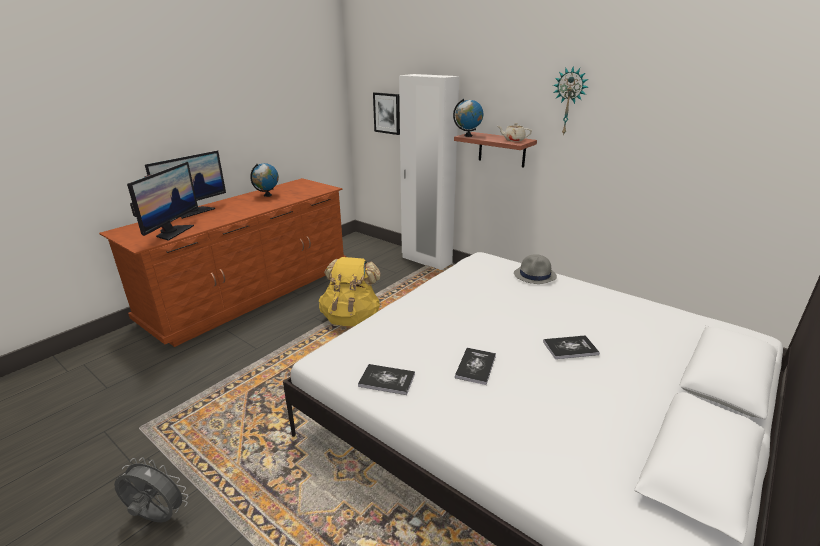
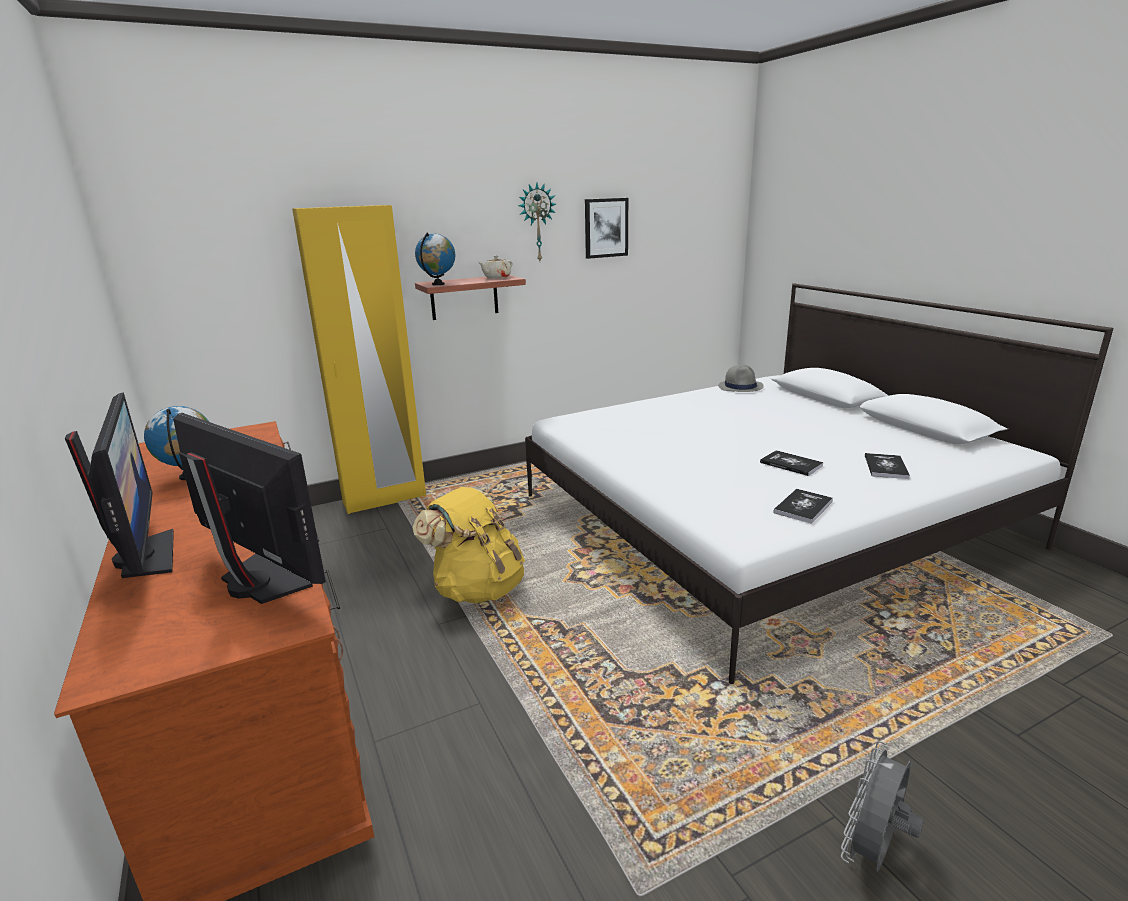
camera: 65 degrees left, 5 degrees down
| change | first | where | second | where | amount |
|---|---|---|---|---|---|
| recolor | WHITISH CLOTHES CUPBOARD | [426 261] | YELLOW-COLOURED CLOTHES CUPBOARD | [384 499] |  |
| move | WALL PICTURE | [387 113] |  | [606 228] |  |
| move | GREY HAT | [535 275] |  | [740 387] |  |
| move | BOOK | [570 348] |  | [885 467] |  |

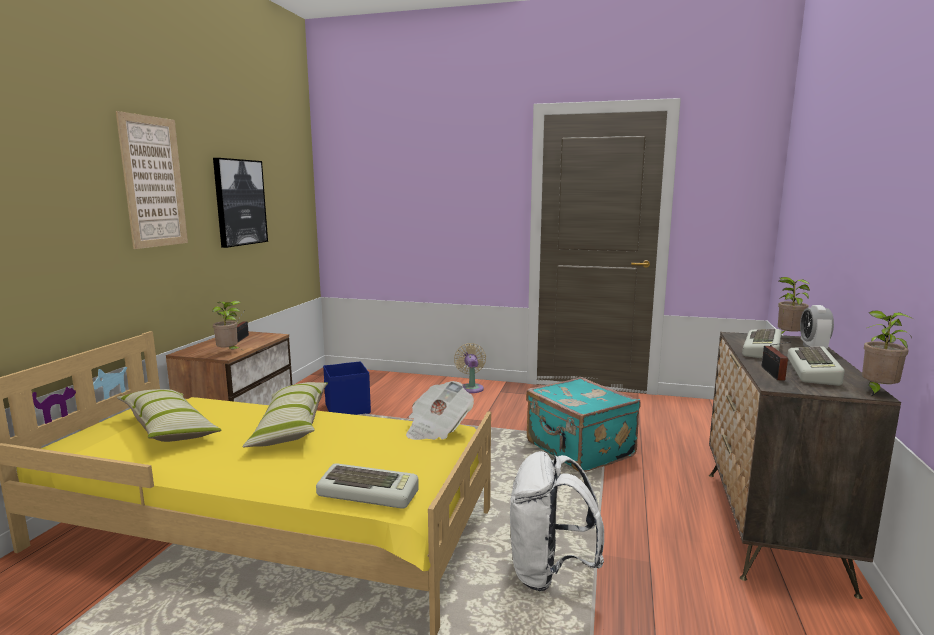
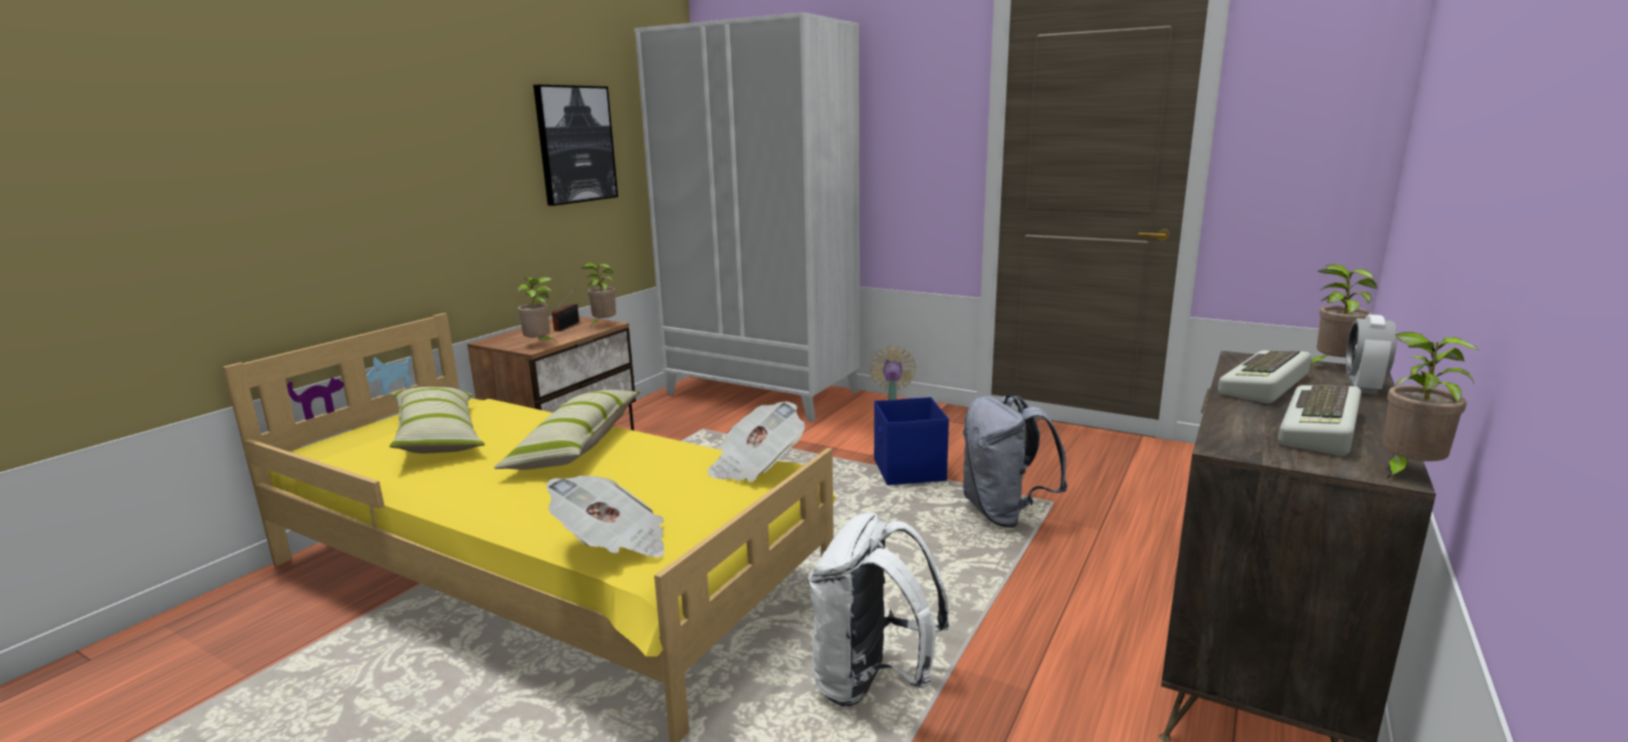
camera: 15 degrees right, 5 degrees up
| change | first | where | second | where | amount |
|---|---|---|---|---|---|
| delete | WALL PICTURE | [153 182] |  |  |  |
| delete | RADIO RECEIVER | [773 374] |  |  |  |
| move | BLUE STORAGE CONTAINER | [347 409] |  | [908 471] |  |
| replace | BLUE-GREEN PIECE OF LUGGAGE | [578 450] | GREY BACKPACK | [1004 513] |  |
| replace | COMPUTER KEYBOARD | [369 492] | NEWSPAPER | [613 544] |  |
| insert |  |  | WHITISH CLOTHES CUPBOARD | [763 392] |  |
| insert |  |  | PLANT IN A POT | [603 325] |  |

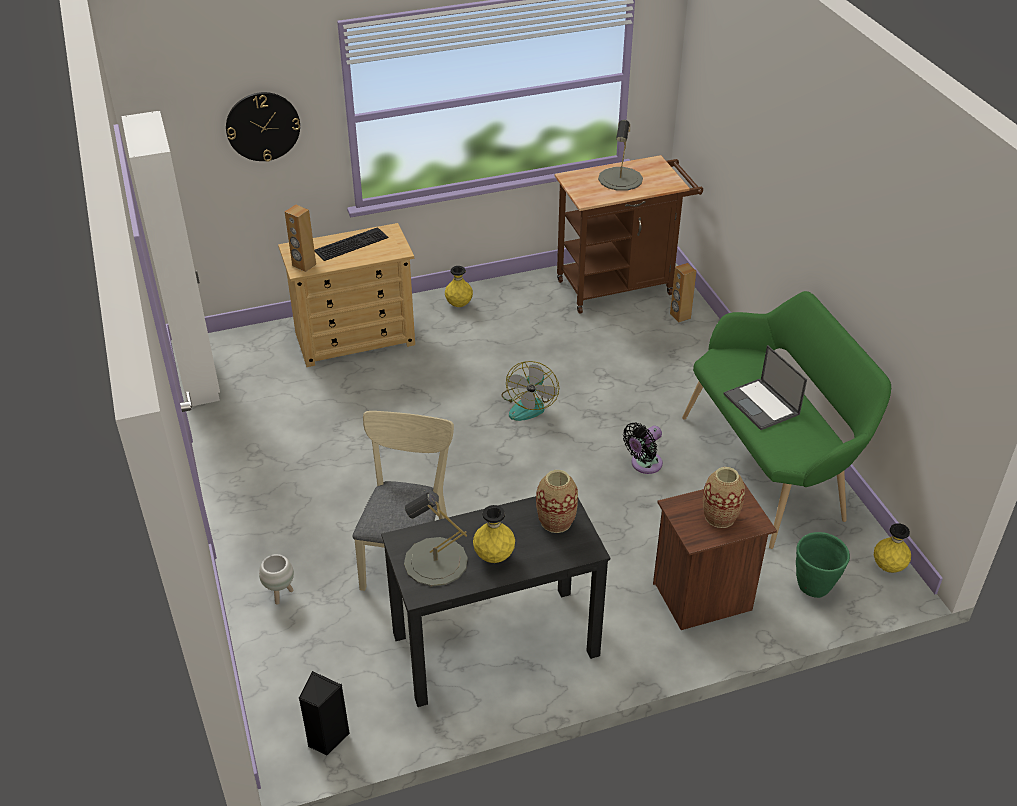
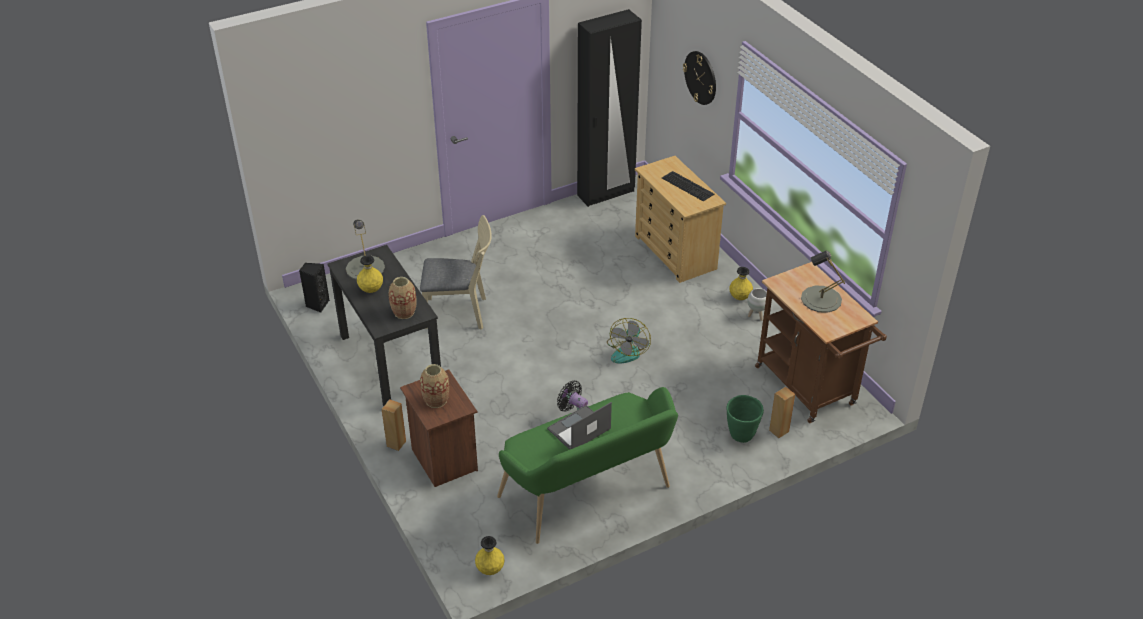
camera: 80 degrees right, 0 degrees up
| change | first | where | second | where | amount |
|---|---|---|---|---|---|
| recolor | WHITISH CLOTHES CUPBOARD | [199 379] | BLACK CLOTHES CUPBOARD | [606 193] |  |
| move | BROWN LOUDSPEAKER | [304 265] |  | [396 443] |  |
| rotate | ELECTRIC FAN | [529 404] |  | [627 351] | 75 degrees counterclockwise |
| move | GREEN PLANTER | [814 587] |  | [741 435] |  |
| move | WHITISH PLANTER | [280 594] |  | [756 316] |  |

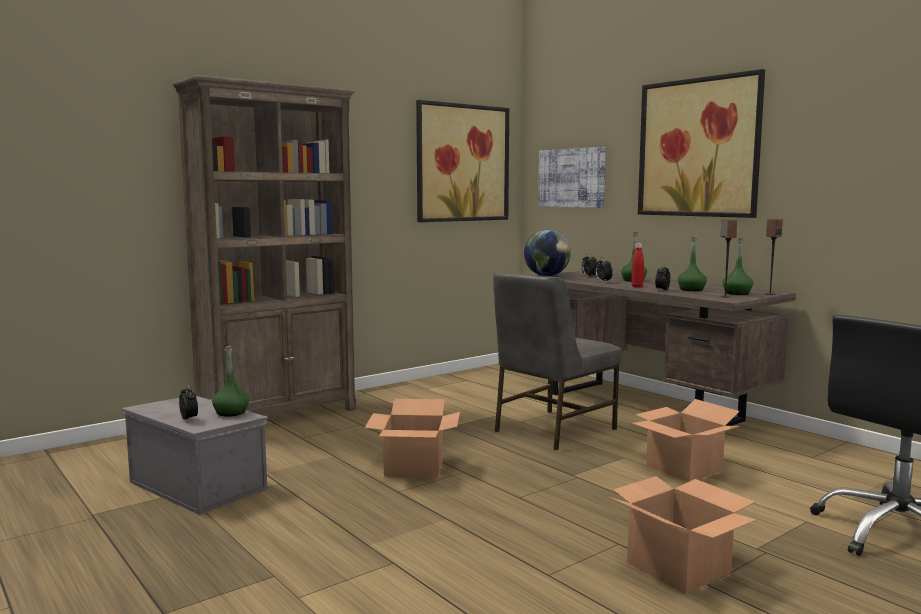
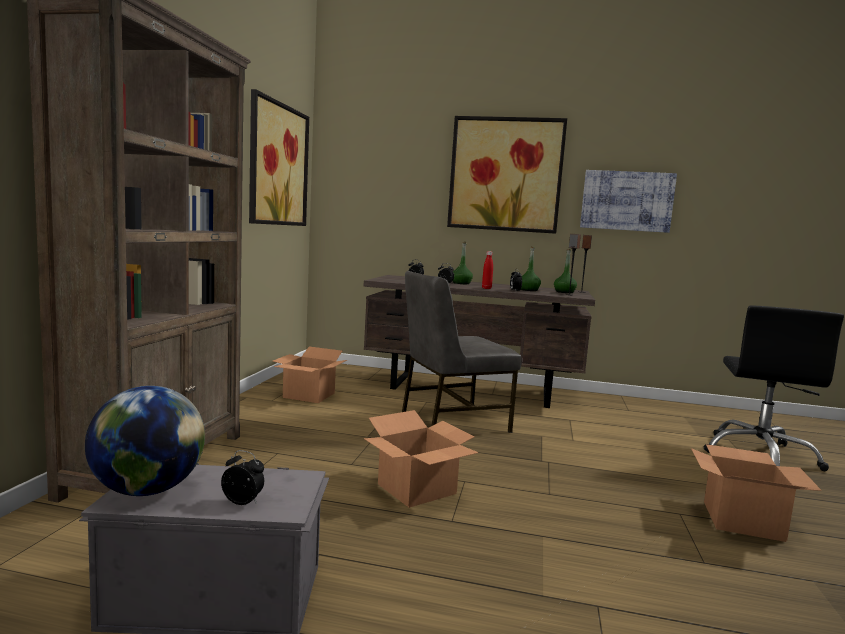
camera: 40 degrees left, 0 degrees up
| change | first | where | second | where | amount |
|---|---|---|---|---|---|
| move | WALL PICTURE | [571 178] |  | [626 201] |  |
| move | DESK GLOBE | [546 276] |  | [148 490] |  |
| rotate | GREY CHAIR | [552 430] |  | [452 422] | 60 degrees clockwise |
| delete | GREEN DRINK BOTTLE | [231 413] |  |  |  |
| move | CARTON | [685 468] |  | [310 395] |  |

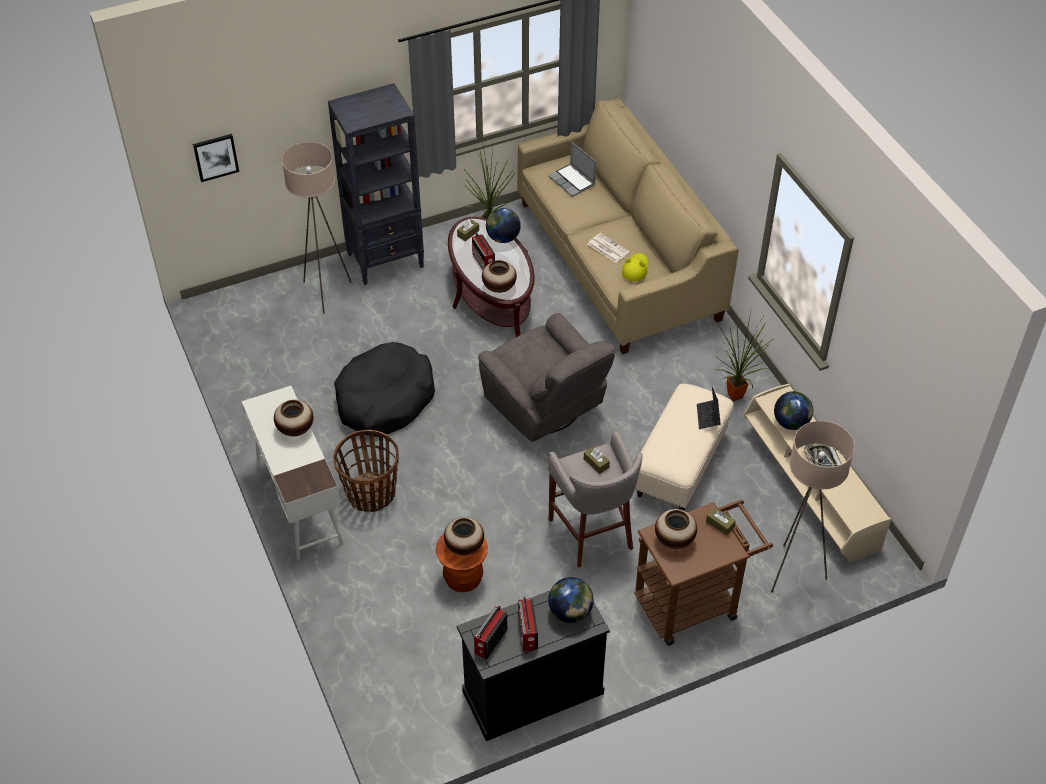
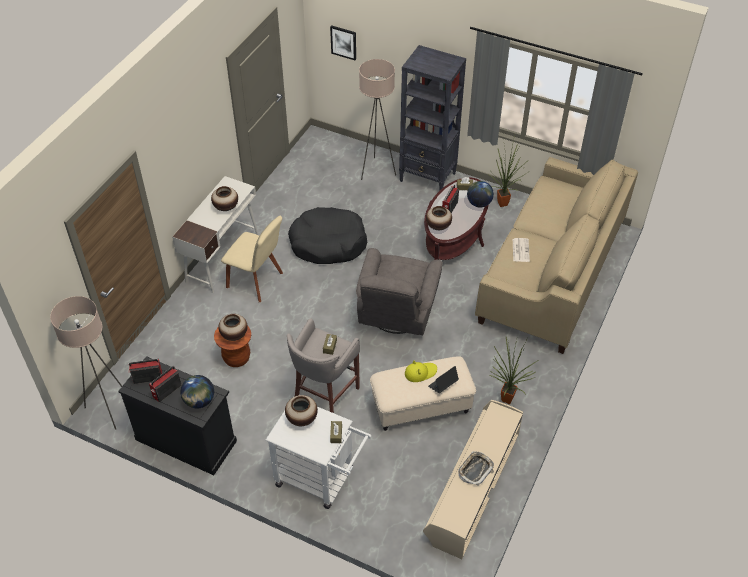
camera: 50 degrees right, 0 degrees up
| change | first | where | second | where | amount |
|---|---|---|---|---|---|
| delete | NOTEBOOK COMPUTER | [572 181] |  |  |  |
| move | YELLOW-COLOURED HAT | [635 269] |  | [420 372] |  |
| delete | DESK GLOBE | [791 423] |  |  |  |
| move | BEIGE STANDING LAMP | [793 572] |  | [109 410] |  |
| replace | BASKET | [371 494] | BEIGE CHAIR | [257 281] |  |
| recolor | BROWN WHEELED CART | [694 602] | WHITISH WHEELED CART | [320 479] |  |

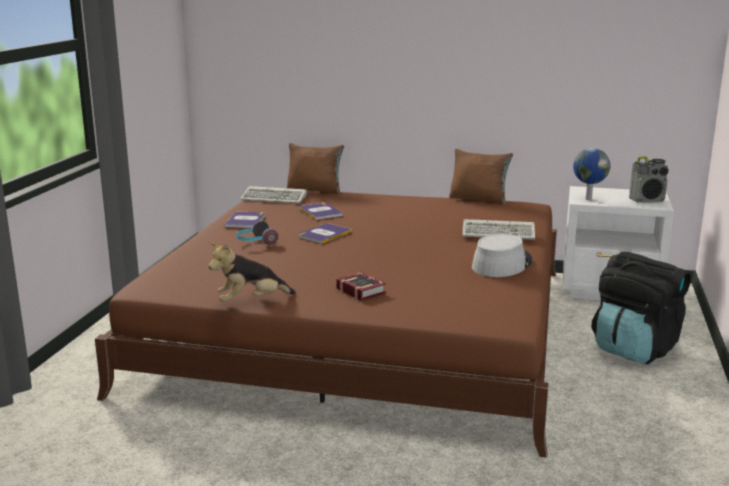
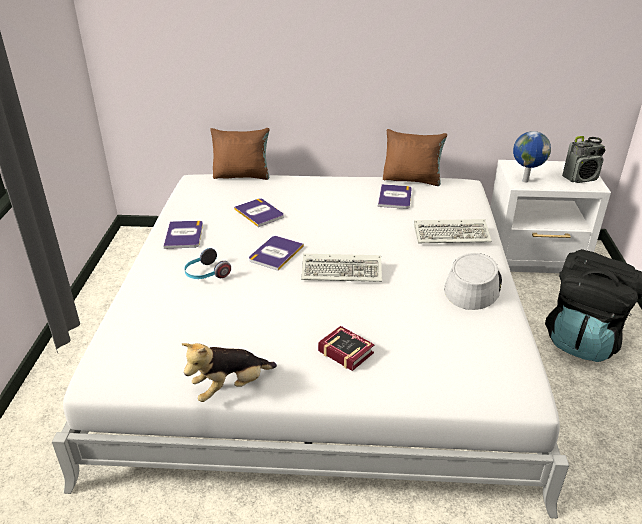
camera: 10 degrees left, 15 degrees up
| change | first | where | second | where | amount |
|---|---|---|---|---|---|
| move | COMPUTER KEYBOARD | [275 198] |  | [343 271] |  |
| recolor | BROWN BEDROOM BED | [363 327] | WHITISH BEDROOM BED | [320 336] |  |
| insert |  |  | BOOK | [395 197] |  |

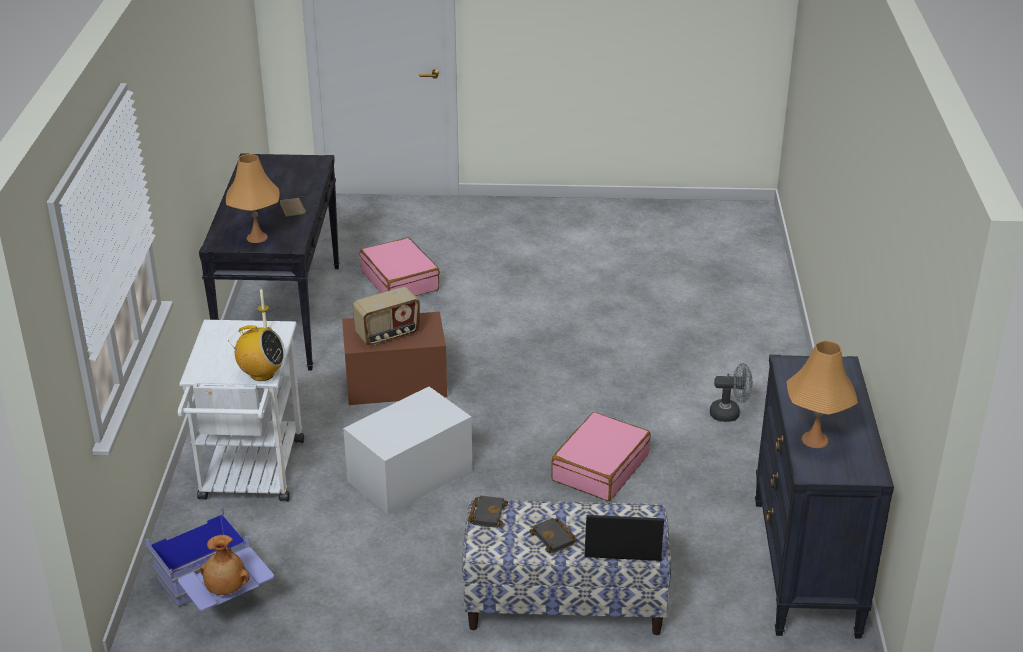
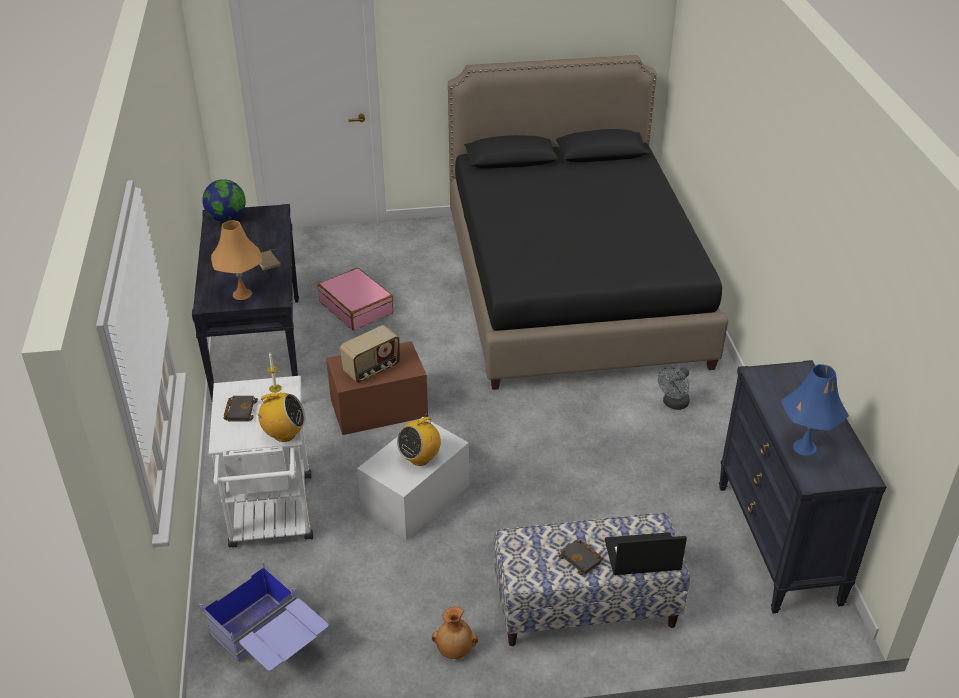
camera: 10 degrees left, 5 degrees up
| change | first | where | second | where | amount |
|---|---|---|---|---|---|
| recolor | ORANGE-COLOURED TABLETOP LAMP | [814 439] | BLUE TABLETOP LAMP | [804 447] |  |
| rotate | GREY ELECTRIC FAN | [730 413] |  | [673 404] | 135 degrees clockwise |
| delete | PINK PIECE OF LUGGAGE | [600 467] |  |  |  |
| move | BLACK BOOK | [486 513] |  | [239 410] |  |
| move | BROWN FLOWER VASE | [226 588] |  | [454 650] |  |
| insert |  |  | BLACK BEDROOM BED | [572 288] |  |
| insert |  |  | DESK GLOBE | [227 218] |  |
| insert |  |  | RADIO RECEIVER | [420 458] |  |

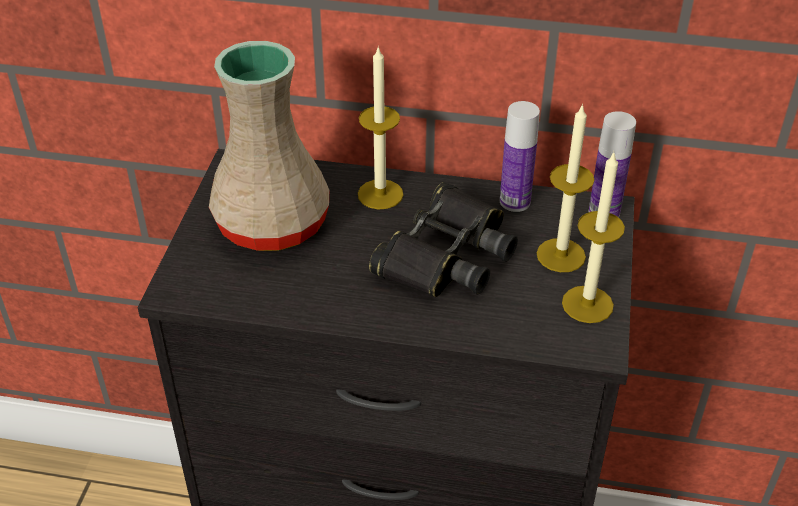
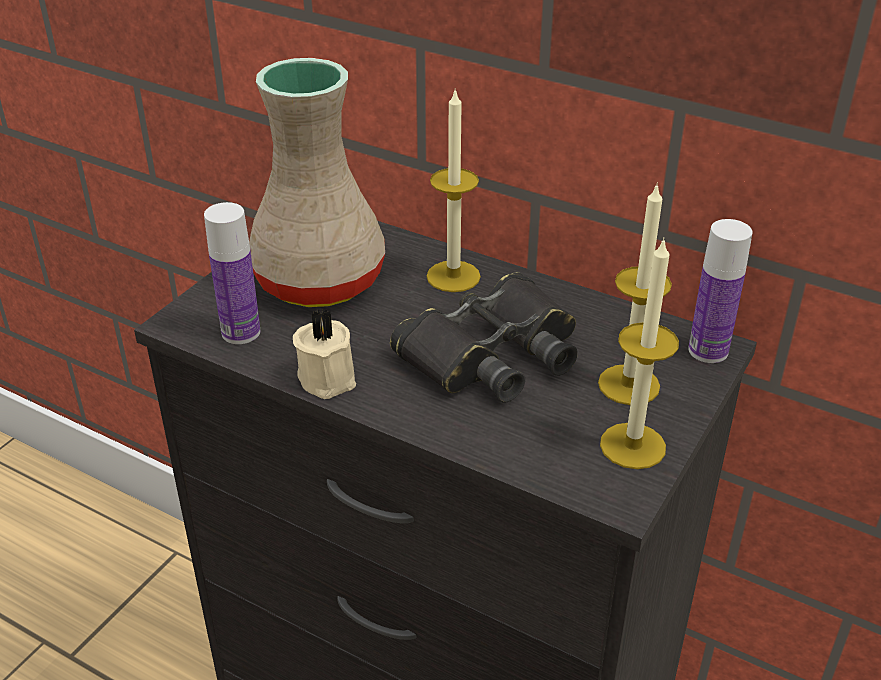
camera: 20 degrees right, 5 degrees down
| change | first | where | second | where | amount |
|---|---|---|---|---|---|
| move | DRINK BOTTLE | [515 201] |  | [241 332] |  |
| insert |  |  | BEIGE CANDLE | [328 377] |  |

